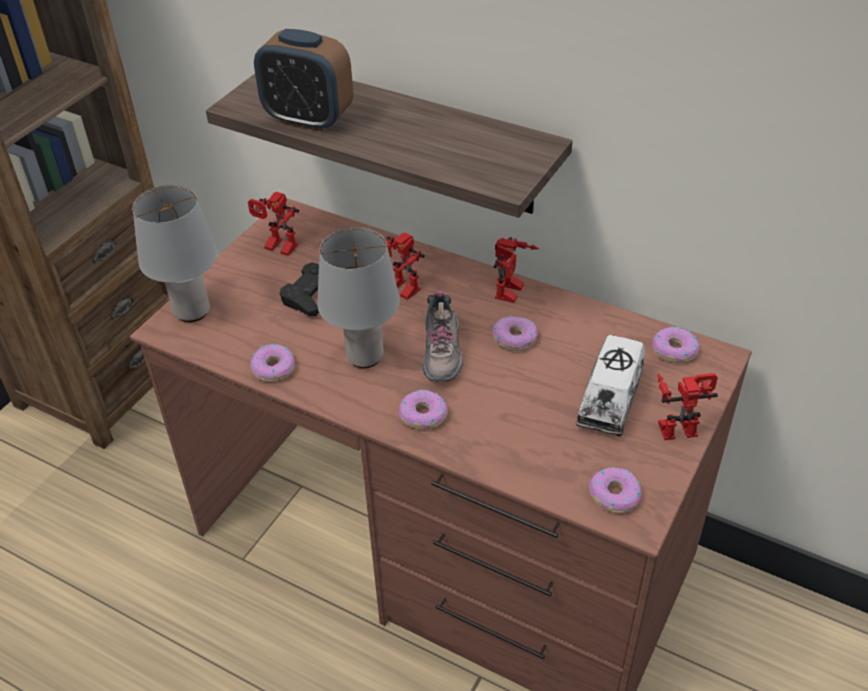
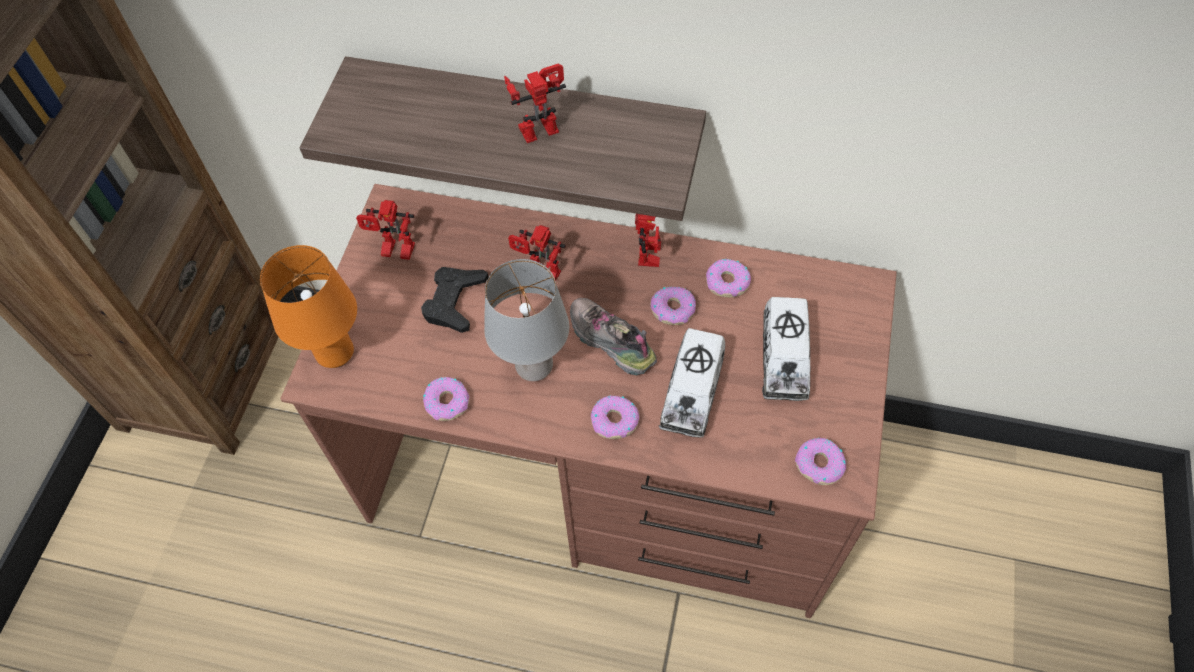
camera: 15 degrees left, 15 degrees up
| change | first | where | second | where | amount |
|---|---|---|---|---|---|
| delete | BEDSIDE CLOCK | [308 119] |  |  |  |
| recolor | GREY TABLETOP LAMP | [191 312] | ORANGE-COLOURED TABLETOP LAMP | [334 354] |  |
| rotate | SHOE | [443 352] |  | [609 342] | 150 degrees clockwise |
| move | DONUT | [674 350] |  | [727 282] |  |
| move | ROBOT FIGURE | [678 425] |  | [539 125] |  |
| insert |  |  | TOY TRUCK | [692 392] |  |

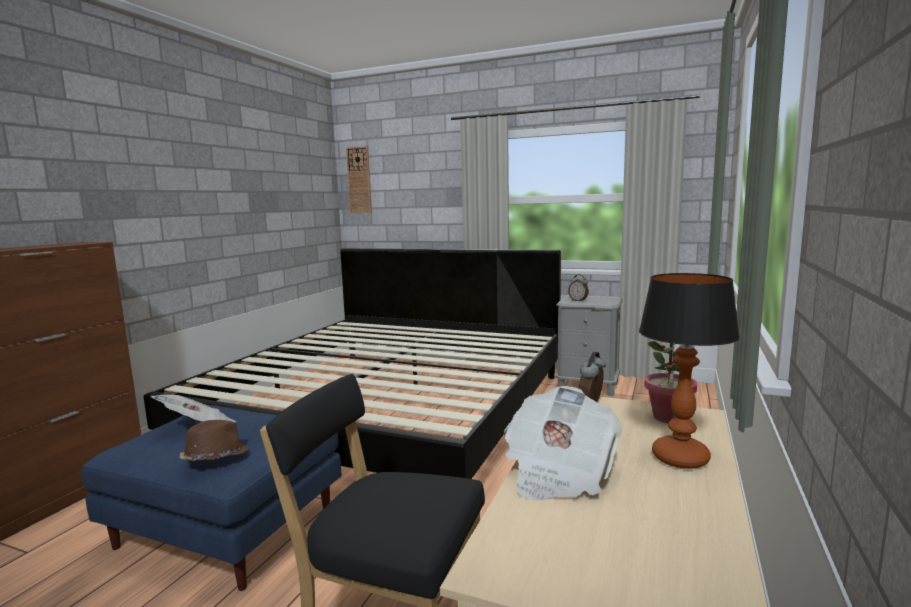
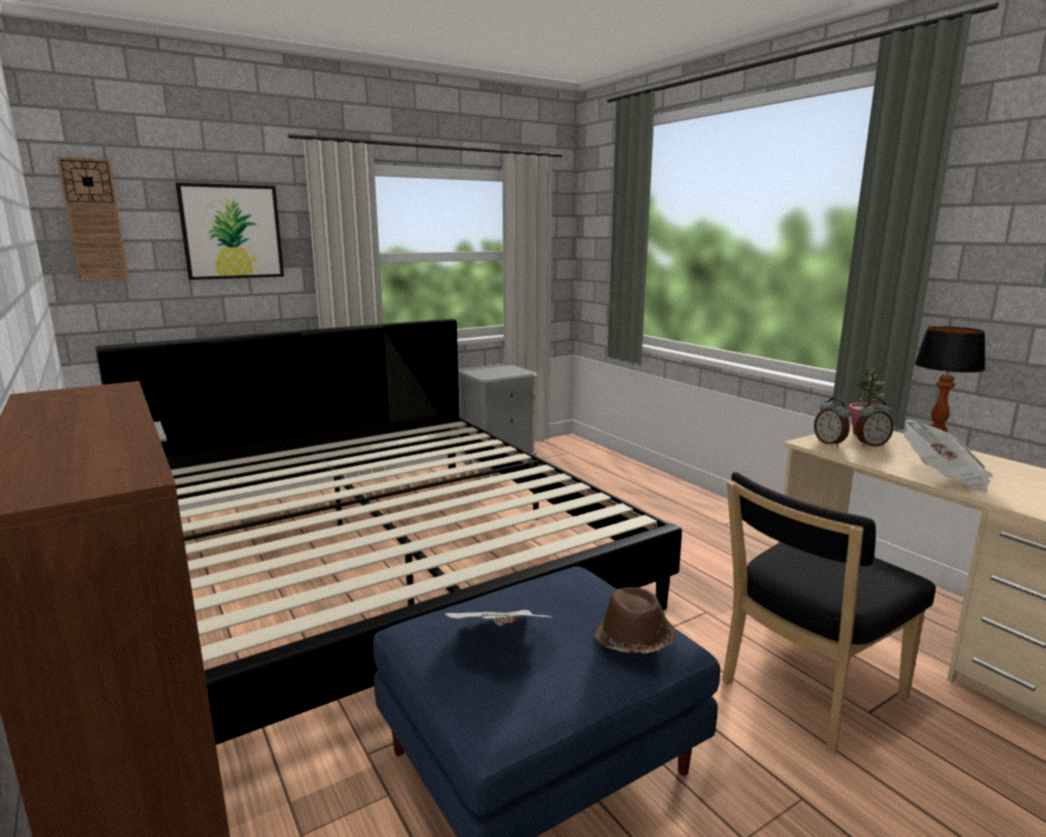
camera: 55 degrees left, 5 degrees up
| change | first | where | second | where | amount |
|---|---|---|---|---|---|
| move | BEDSIDE CLOCK | [578 300] |  | [871 445] |  |
| insert |  |  | WALL PICTURE | [232 232] |  |

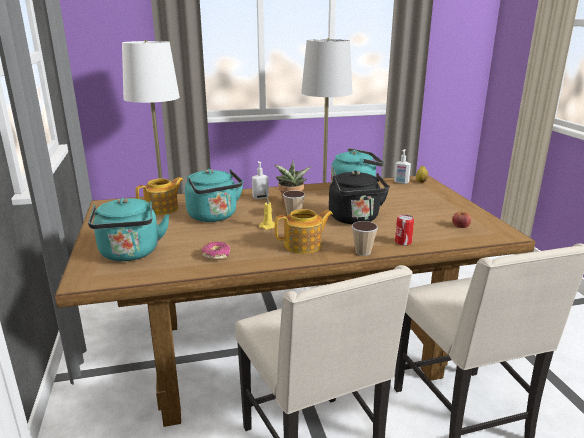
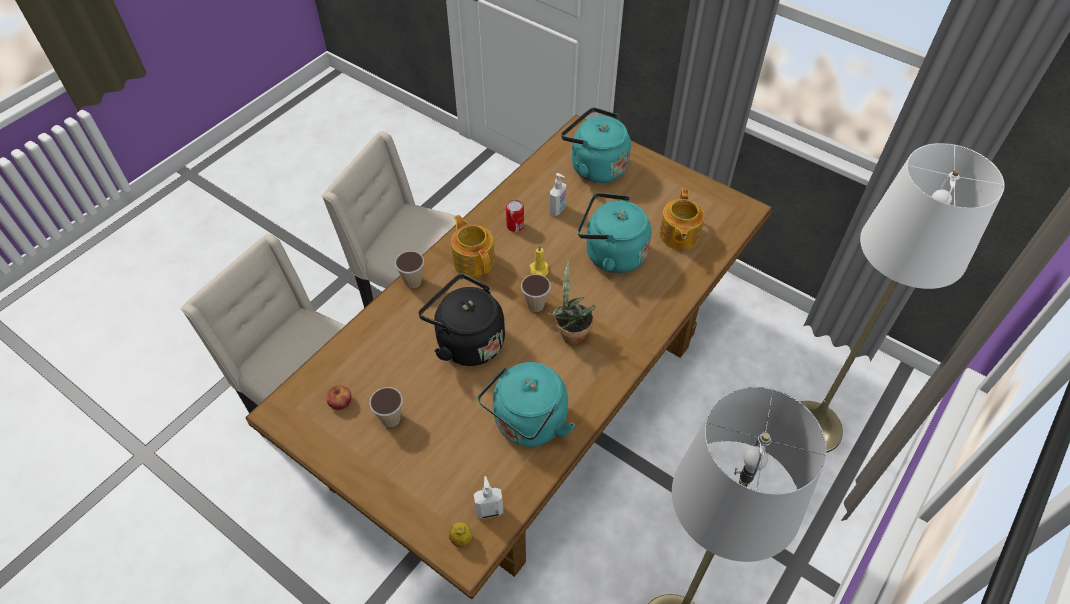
camera: 140 degrees right, 30 degrees up
| change | first | where | second | where | amount |
|---|---|---|---|---|---|
| move | SOAP BOTTLE | [260 197] |  | [558 210] |  |
| rotate | TEA POT | [304 245] |  | [474 260] | 120 degrees clockwise |
| move | SEALED CAN | [403 242] |  | [515 226] |  |
| delete | DONUT | [216 255] |  |  |  |
| insert |  |  | CUP | [391 418] |  |

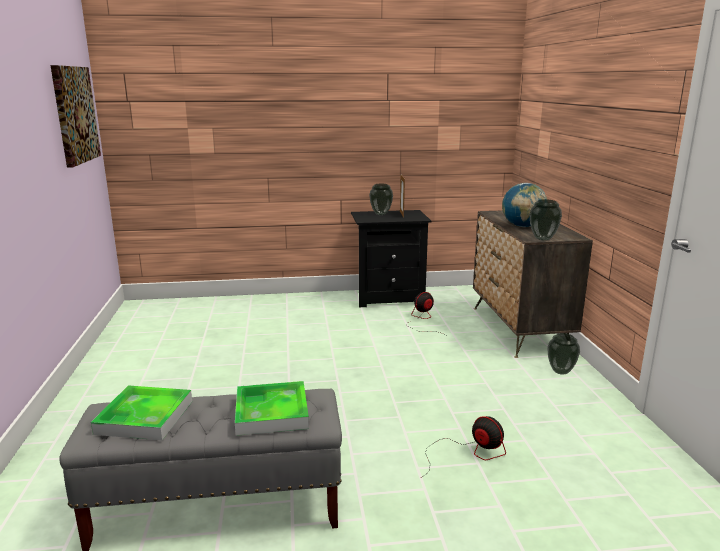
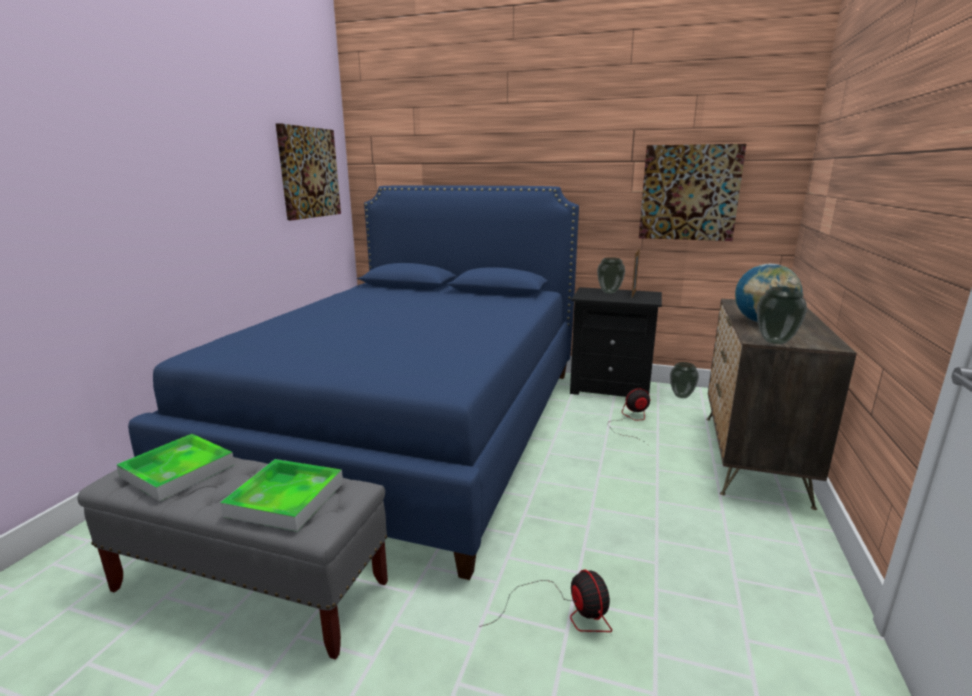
camera: 25 degrees right, 0 degrees up
| change | first | where | second | where | amount |
|---|---|---|---|---|---|
| move | FLOWER VASE | [561 371] |  | [682 396] |  |
| insert |  |  | WALL PICTURE | [689 193] |  |
| insert |  |  | BLUE BEDROOM BED | [410 425] |  |

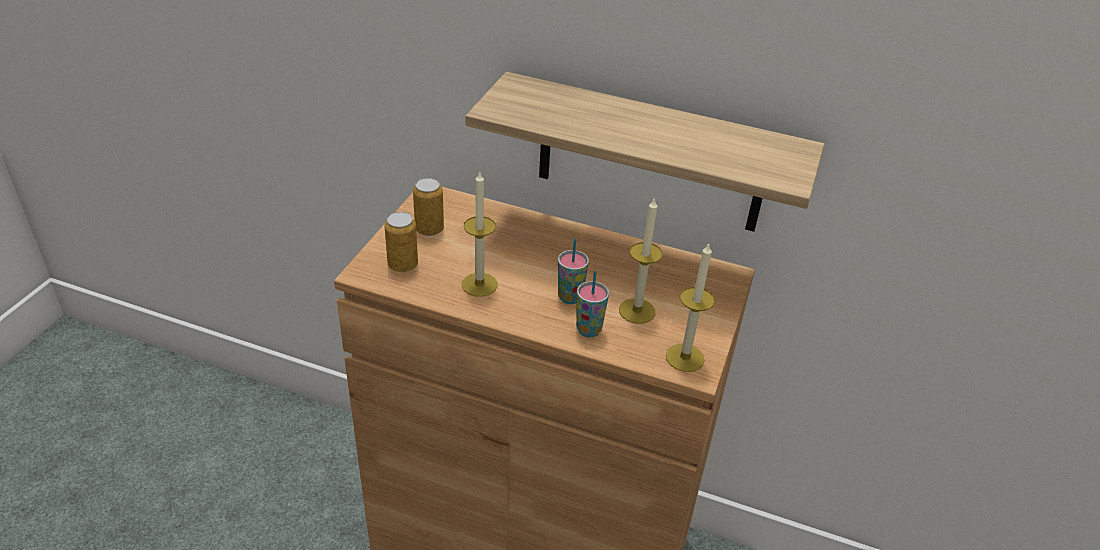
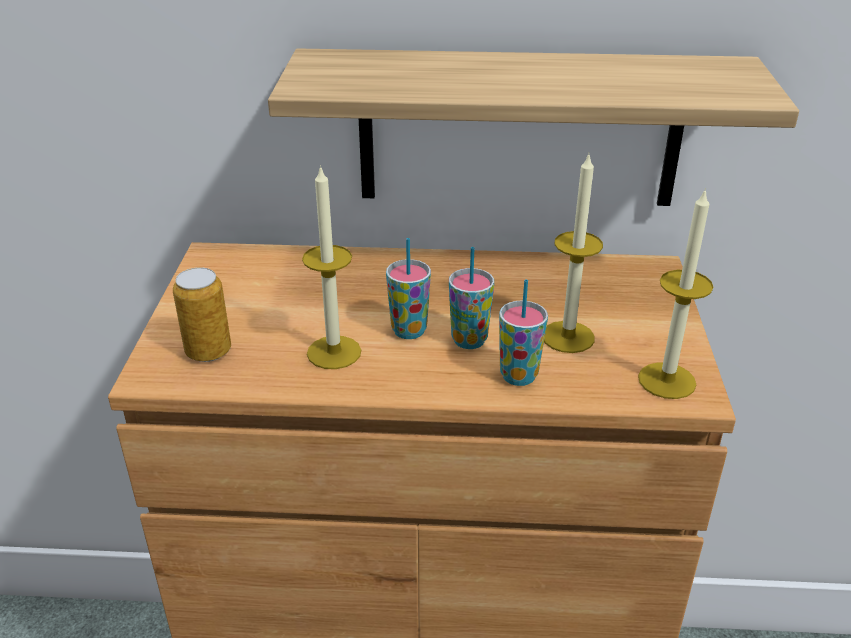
camera: 15 degrees left, 5 degrees down
| change | first | where | second | where | amount |
|---|---|---|---|---|---|
| delete | SEALED CAN | [429 229] |  |  |  |
| insert |  |  | CUP | [409 331] |  |

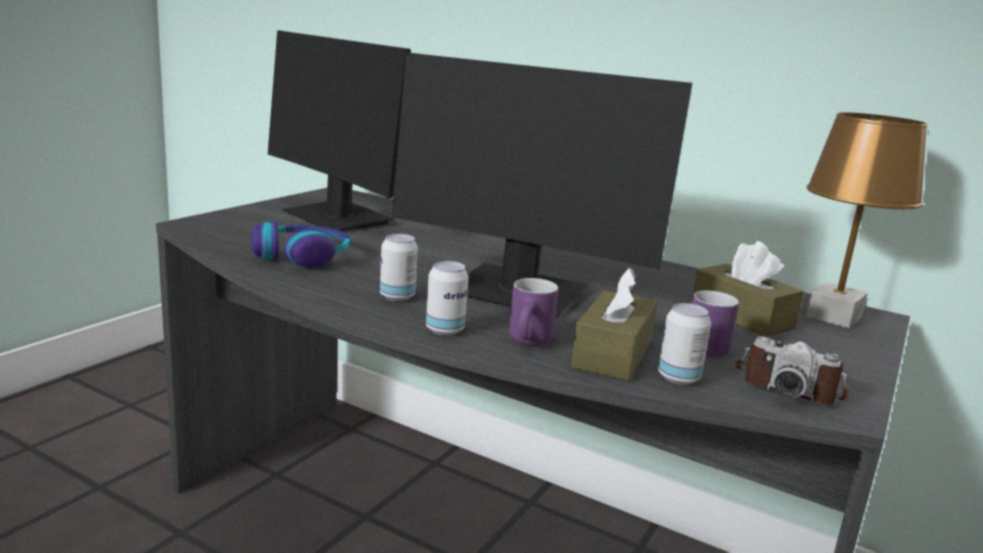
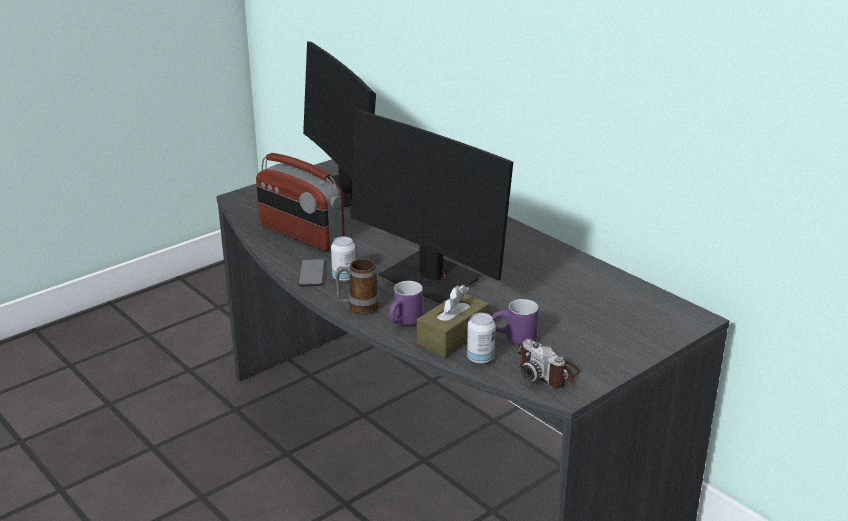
camera: 20 degrees right, 10 degrees up
| change | first | where | second | where | amount |
|---|---|---|---|---|---|
| delete | BROWN TABLETOP LAMP | [833 316] |  |  |  |
| replace | PAIR OF HEADPHONES | [303 256] | RADIO RECEIVER | [301 235] |  |
| delete | BROWN TISSUE BOX | [741 317] |  |  |  |
| replace | SEALED CAN | [445 330] | COFFEE MUG | [357 308] |  |
| insert |  |  | HANDSET | [311 274] |  |

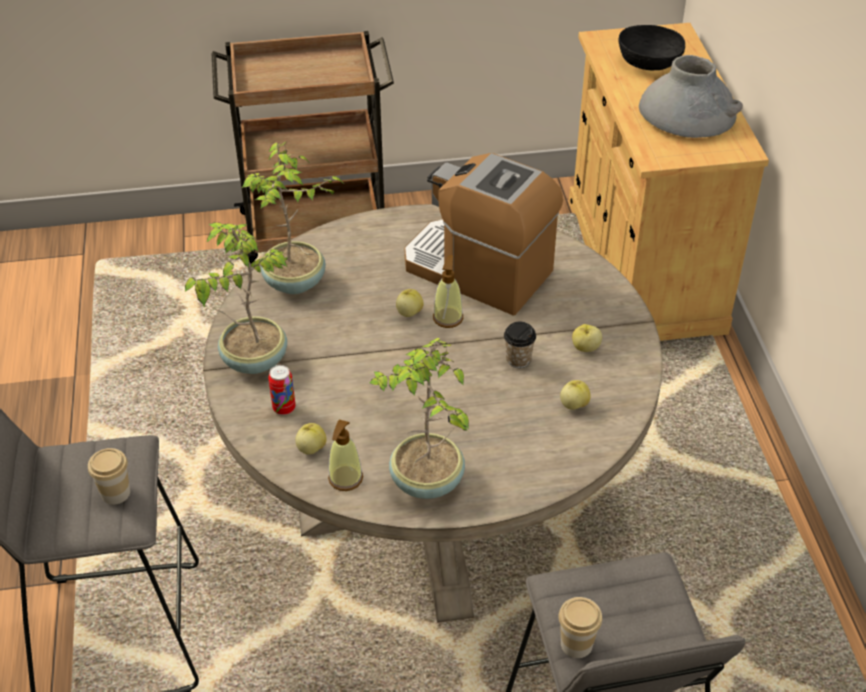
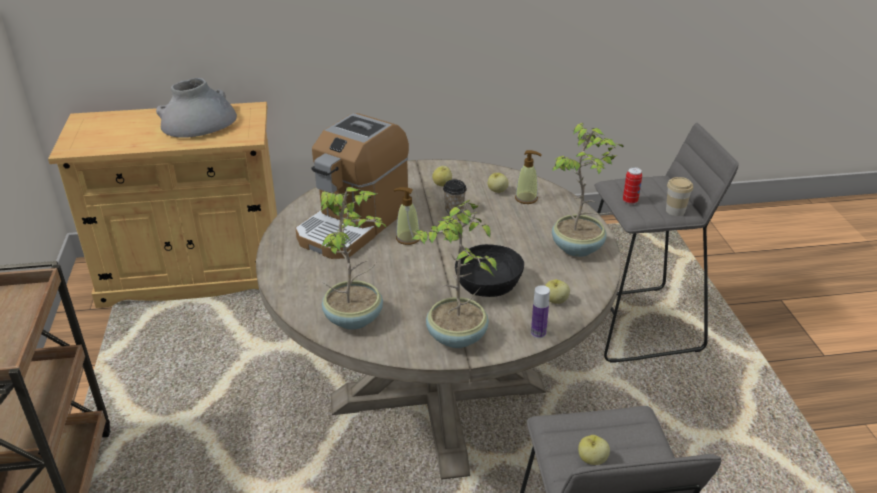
camera: 90 degrees left, 10 degrees down
| change | first | where | second | where | amount |
|---|---|---|---|---|---|
| move | BLACK SERVING BOWL | [649 62] |  | [488 285] |  |
| move | APPLE | [409 312] |  | [592 460] |  |
| move | SEALED CAN | [284 408] |  | [630 201] |  |
| move | SOAP BOTTLE | [345 478] |  | [526 198] |  |
| delete | CUP | [115 493] |  |  |  |
| insert |  |  | DRINK BOTTLE | [538 333] |  |

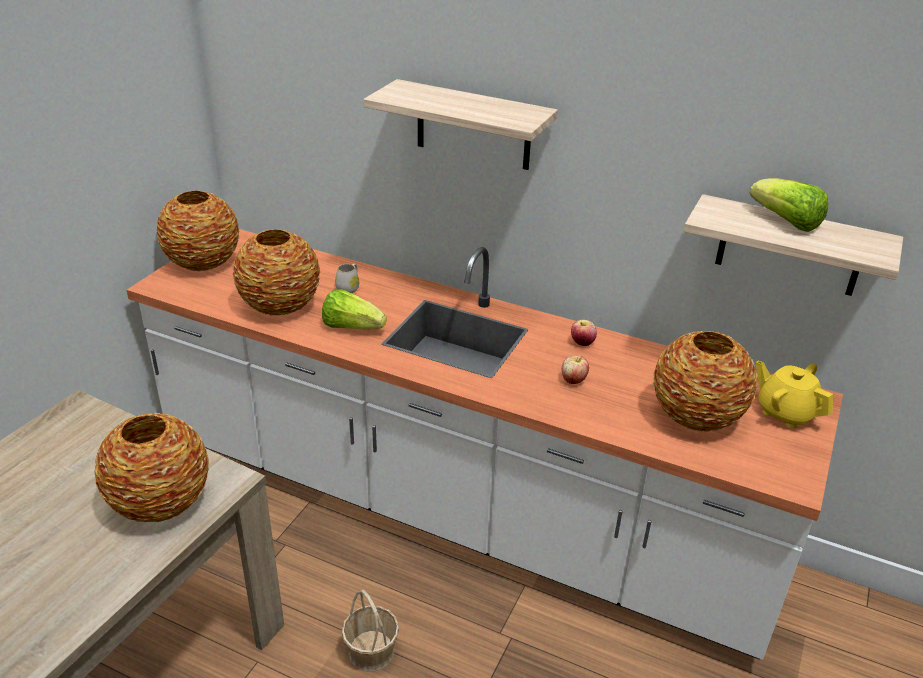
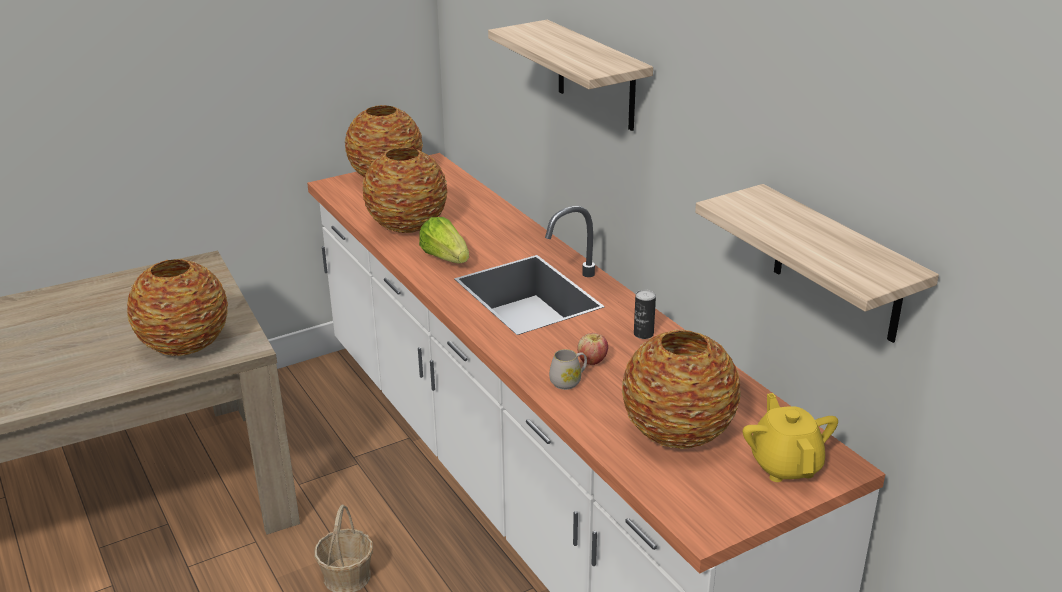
camera: 35 degrees right, 5 degrees down
| change | first | where | second | where | amount |
|---|---|---|---|---|---|
| delete | LETTUCE | [786 222] |  |  |  |
| move | WHITISH COFFEE MUG | [349 287] |  | [568 381] |  |
| replace | APPLE | [582 343] | SEALED CAN | [643 334] |  |

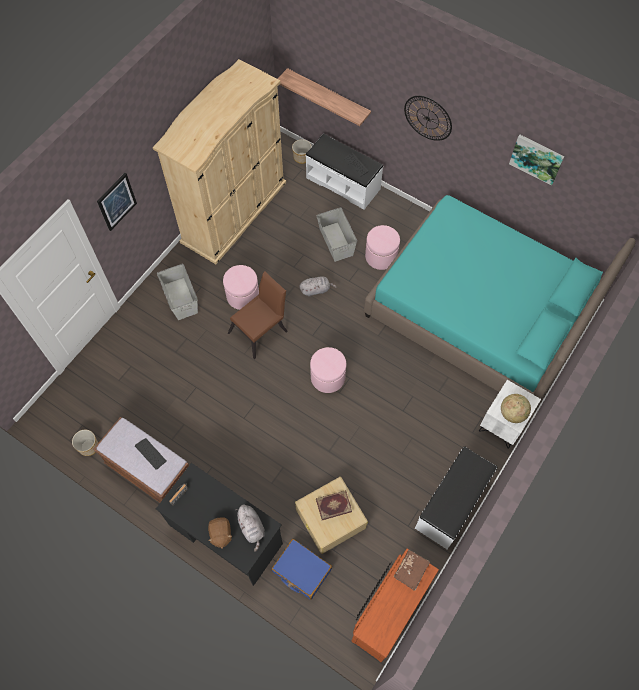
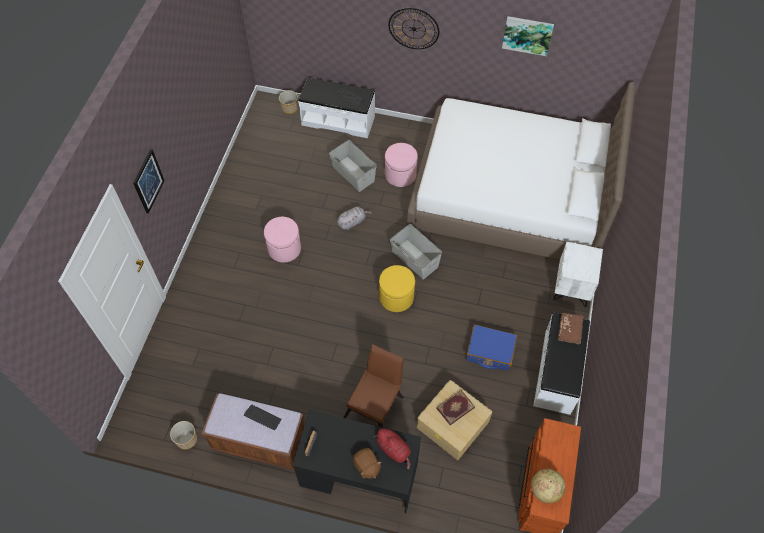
camera: 20 degrees left, 5 degrees down
| change | first | where | second | where | amount |
|---|---|---|---|---|---|
| delete | BEIGE CLOTHES CUPBOARD | [234 212] |  |  |  |
| delete | BRACKET SHELF | [328 96] |  |  |  |
| recolor | BLUE-GREEN BEDROOM BED | [479 312] | WHITISH BEDROOM BED | [509 197] |  |
| move | GREY STORAGE CONTAINER | [180 299] |  | [414 259] |  |
| move | BROWN CHAIR | [261 330] |  | [375 405] |  |
| recolor | PINK FOOTREST | [328 377] | YELLOW-COLOURED FOOTREST | [396 297] |  |
| move | DESK GLOBE | [512 413] |  | [545 490] |  |
| recolor | GREY PLUSH TOY | [252 528] | RED PLUSH TOY | [394 450] |  |
| move | BLUE PIECE OF LUGGAGE | [301 570] |  | [490 351] |  |
| move | BROWN BOOK | [411 570] |  | [569 330] |  |

